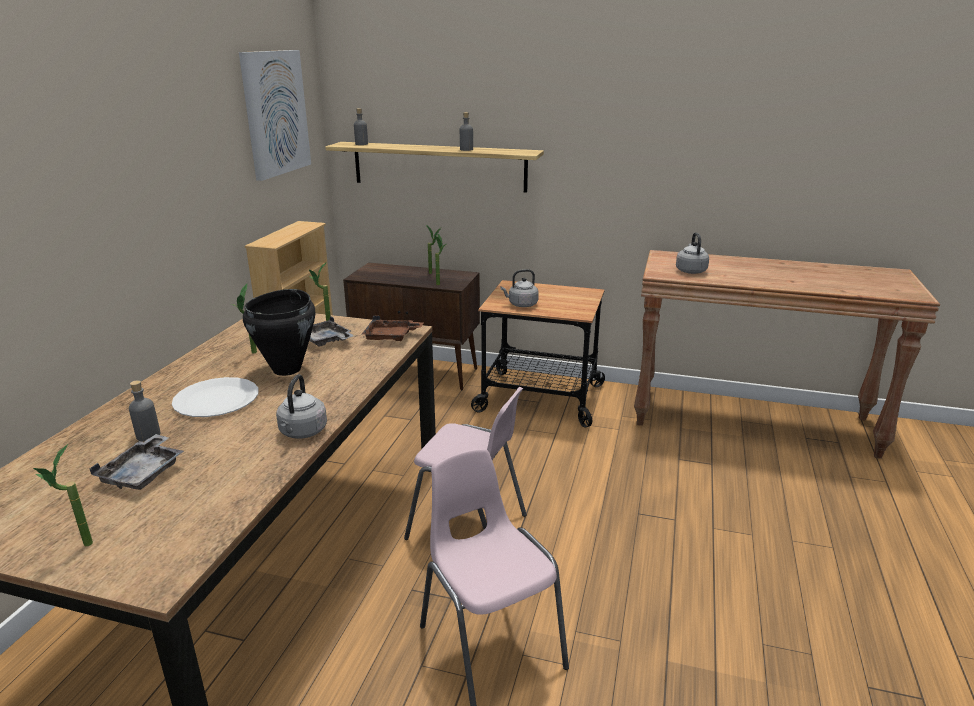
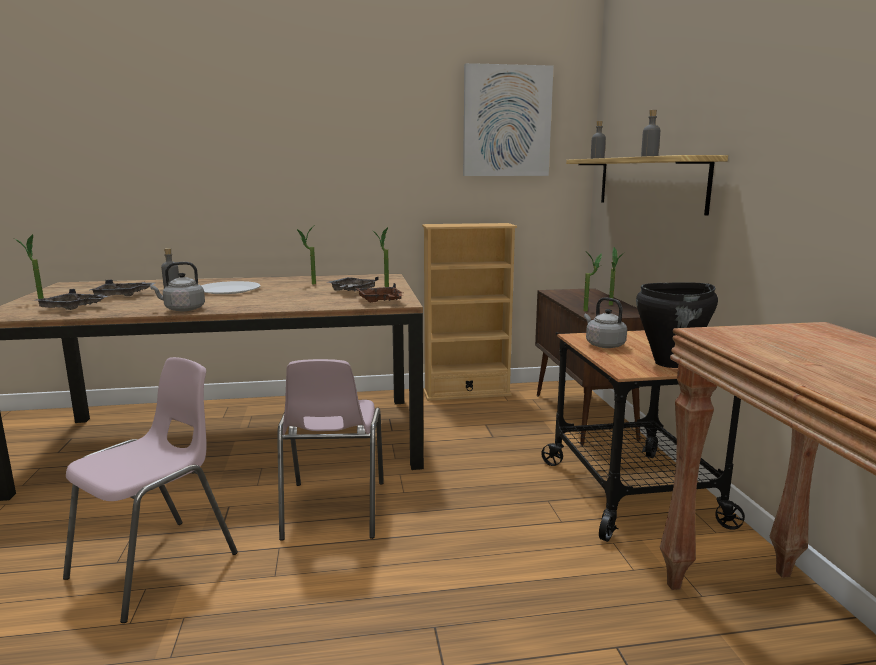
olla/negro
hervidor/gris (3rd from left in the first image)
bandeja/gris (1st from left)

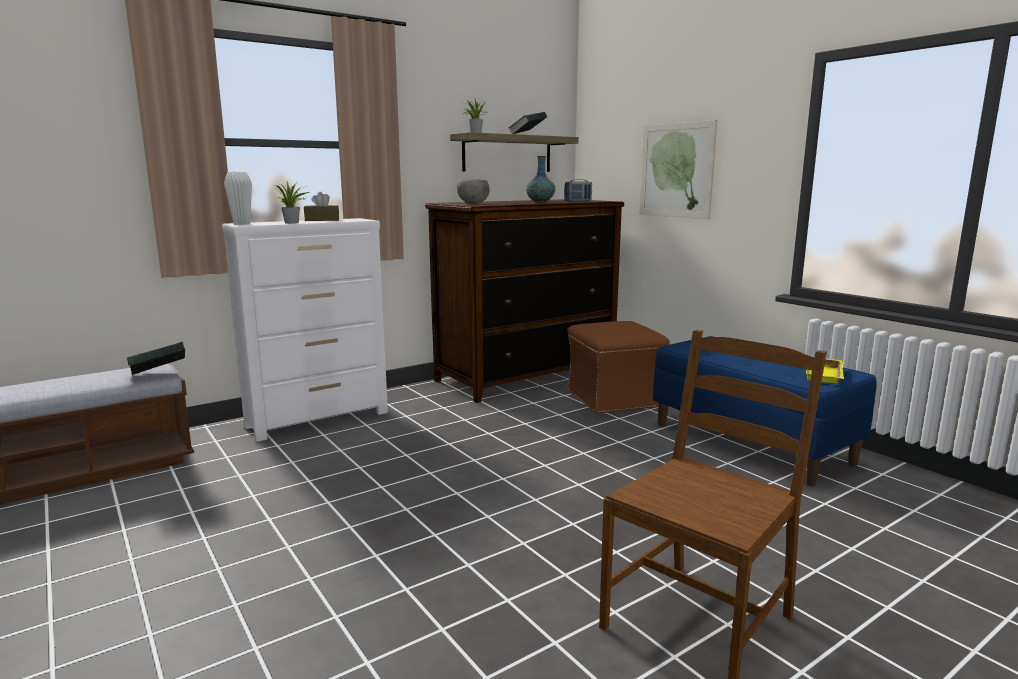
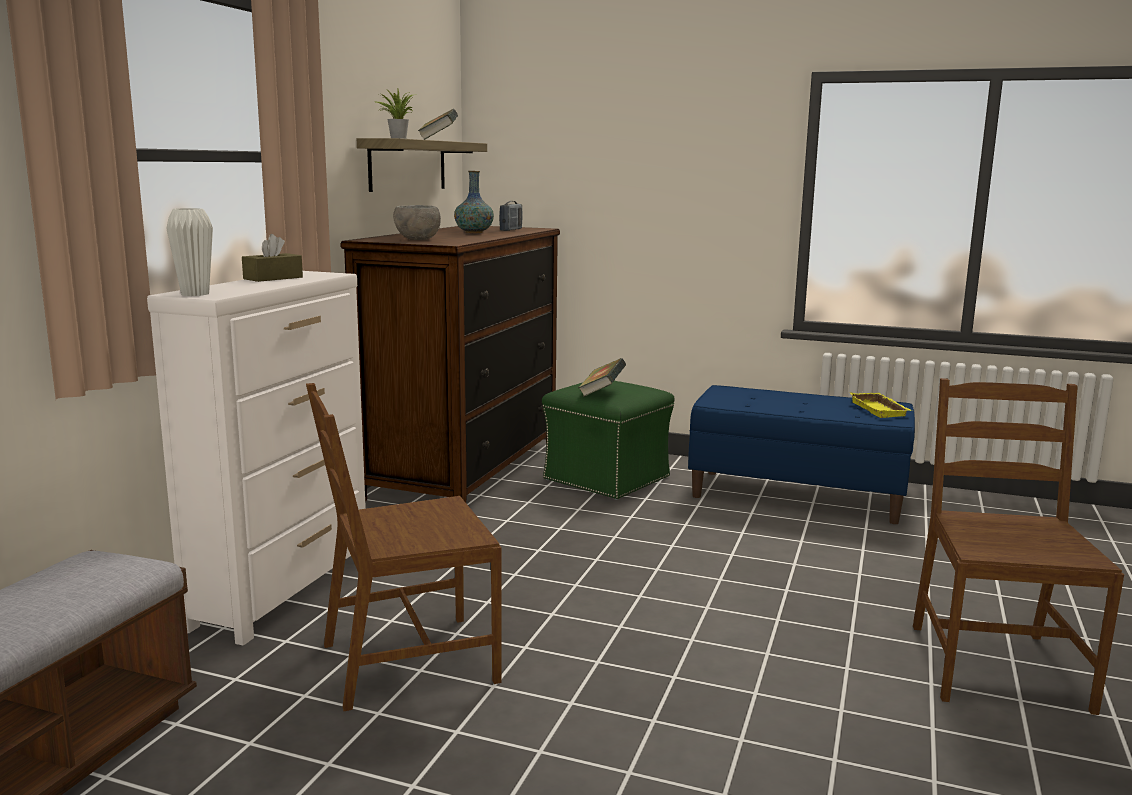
libro (2nd from left)
planta en maceta (1st from left in the first image)
puf/verde
cuadro
silla/marrón (1st from left)

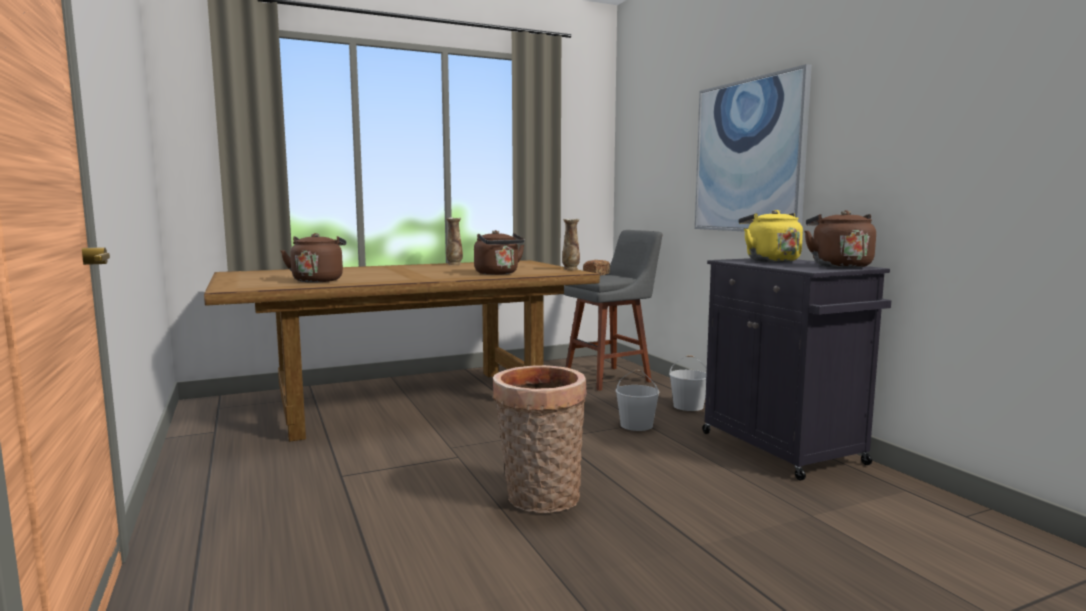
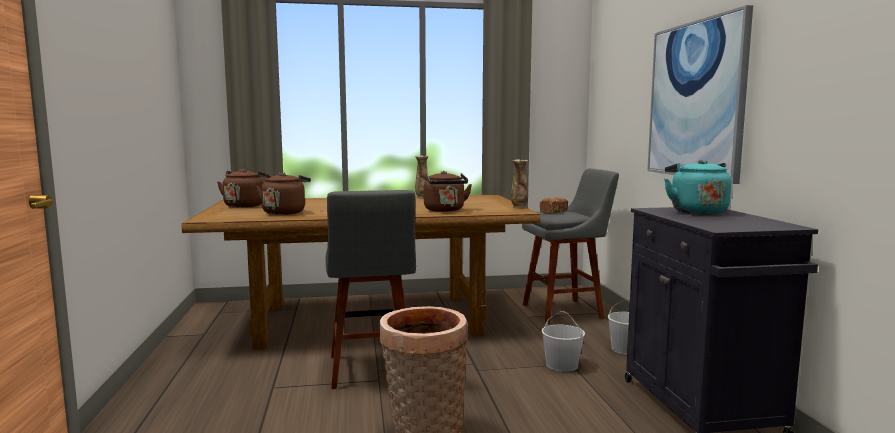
hervidor/turquesa
hervidor/marrón (1st from left)
taburete/gris (1st from left)

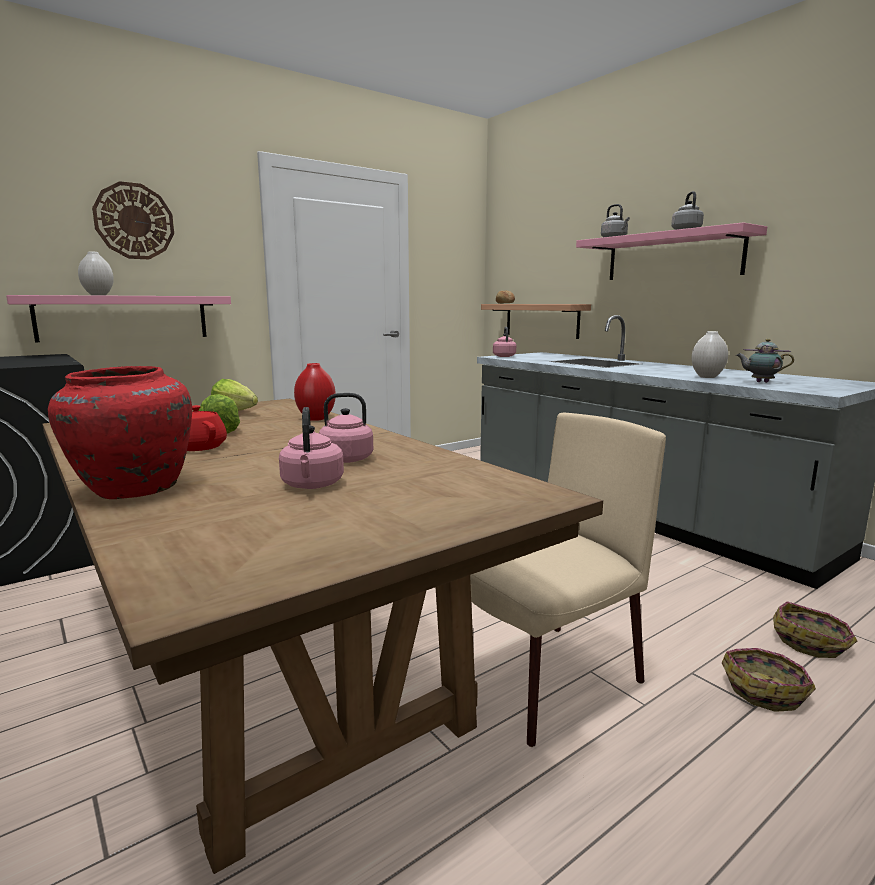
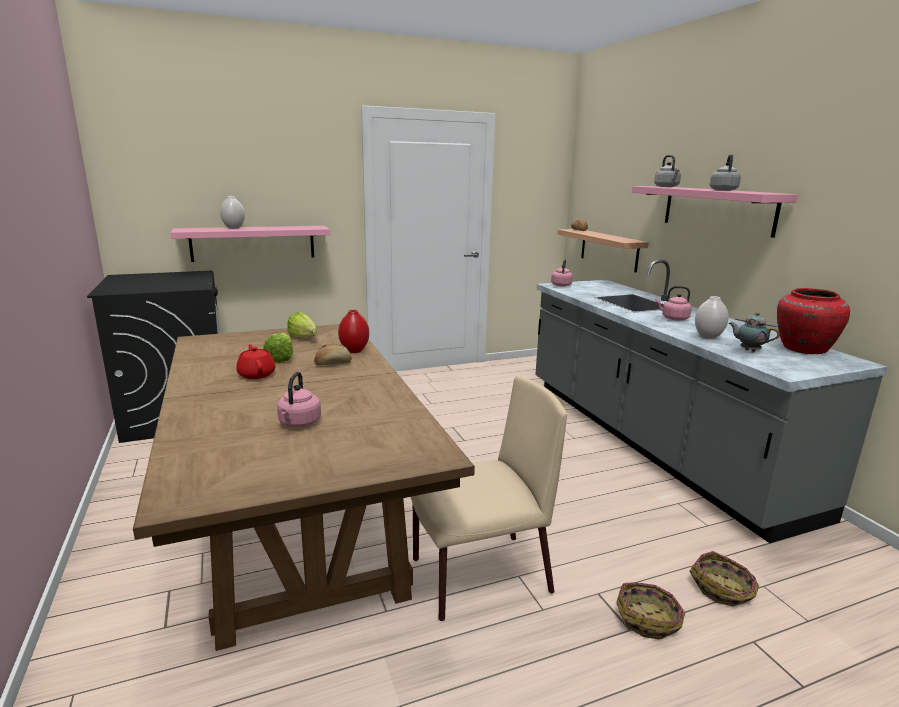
florero/rojo (2nd from left)
reloj de pared
hervidor/rosa (3rd from left)
pan (1st from left)

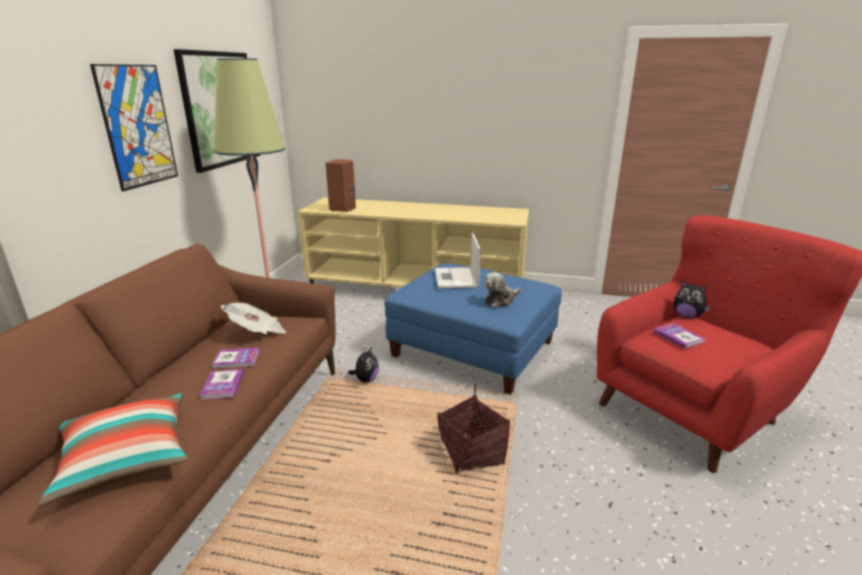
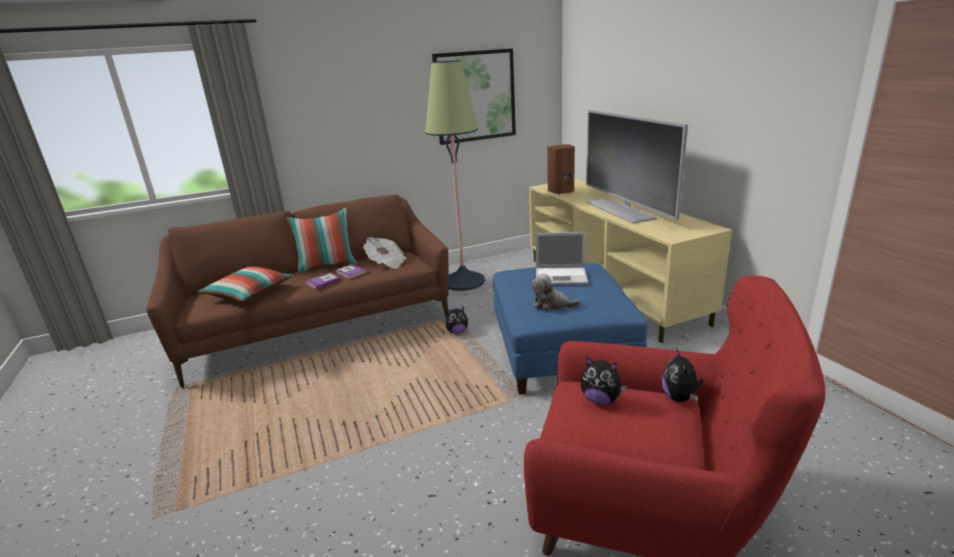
cuadro (1st from left in the first image)
portátil
cesta
peluche (3rd from left)
cojín (2nd from left)
televisor

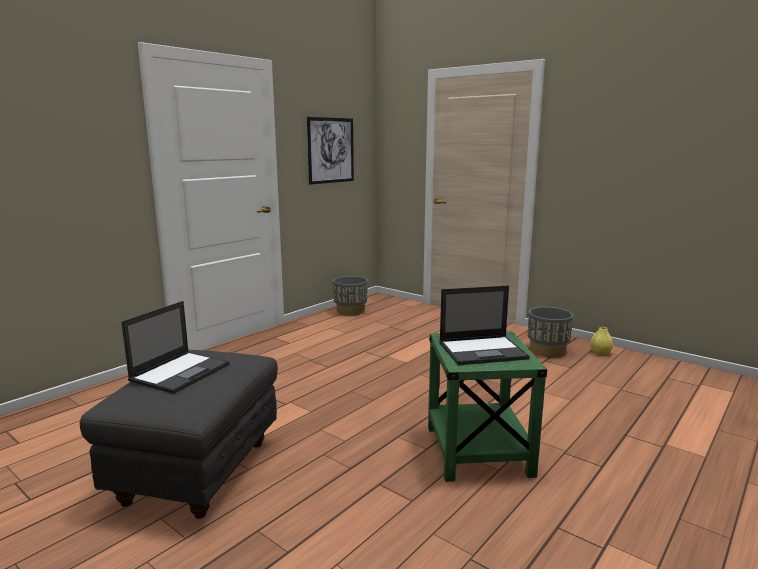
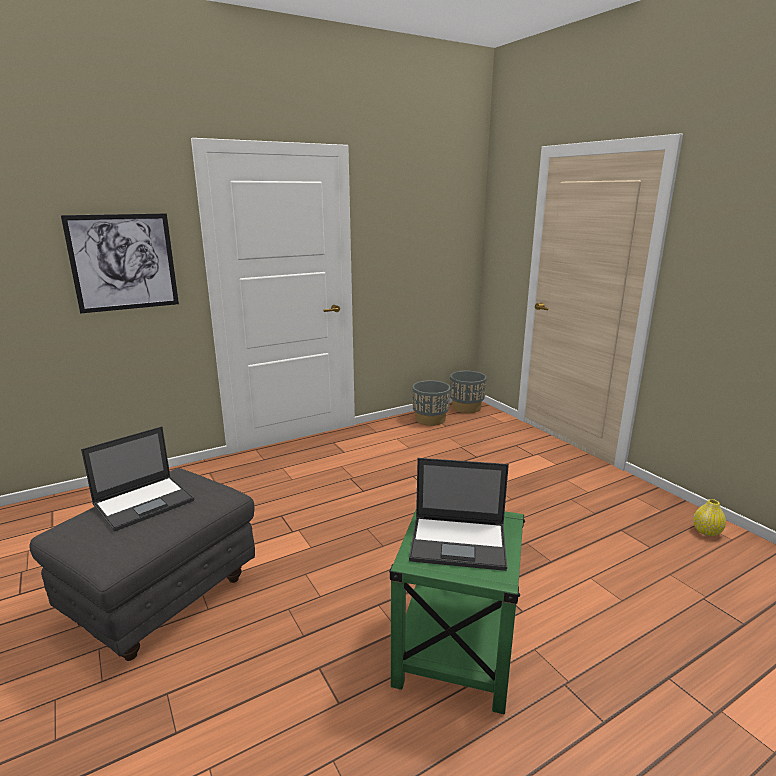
cuadro
maceta/gris (2nd from left)

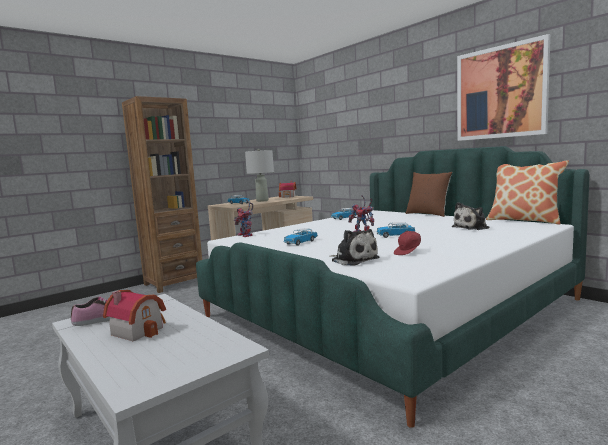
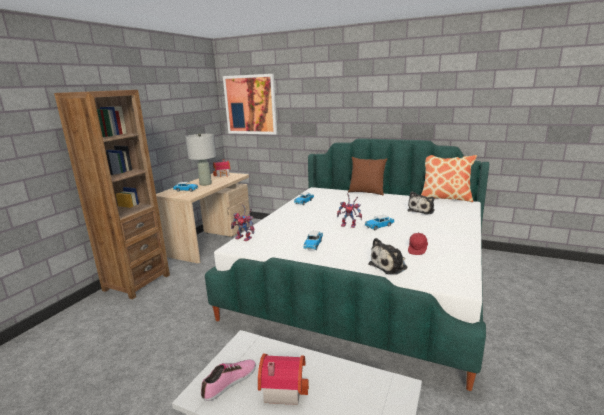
peluche (1st from left)
cuadro

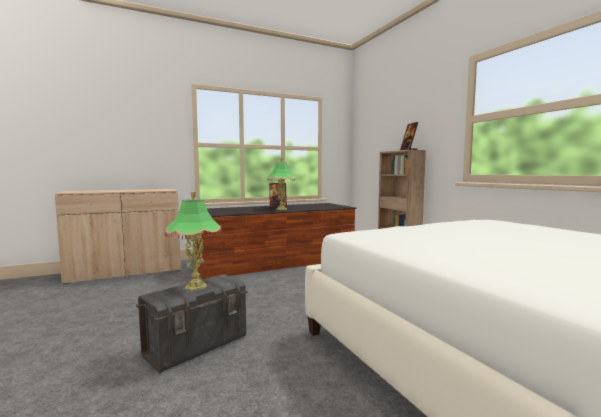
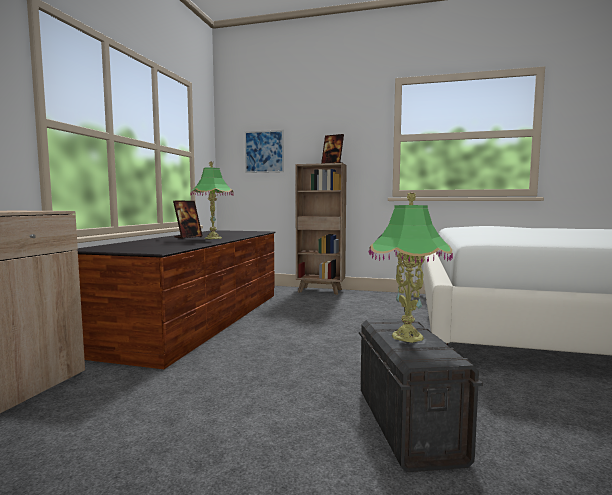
cuadro

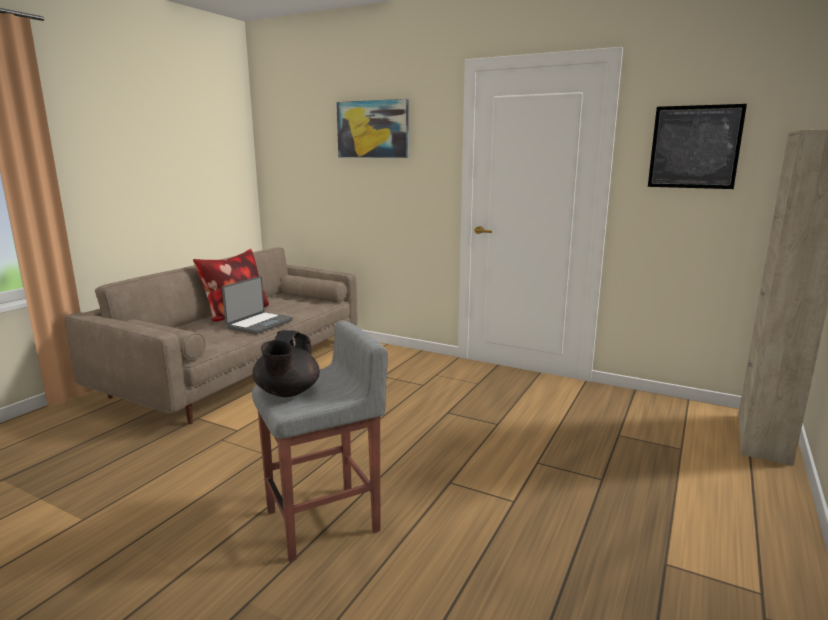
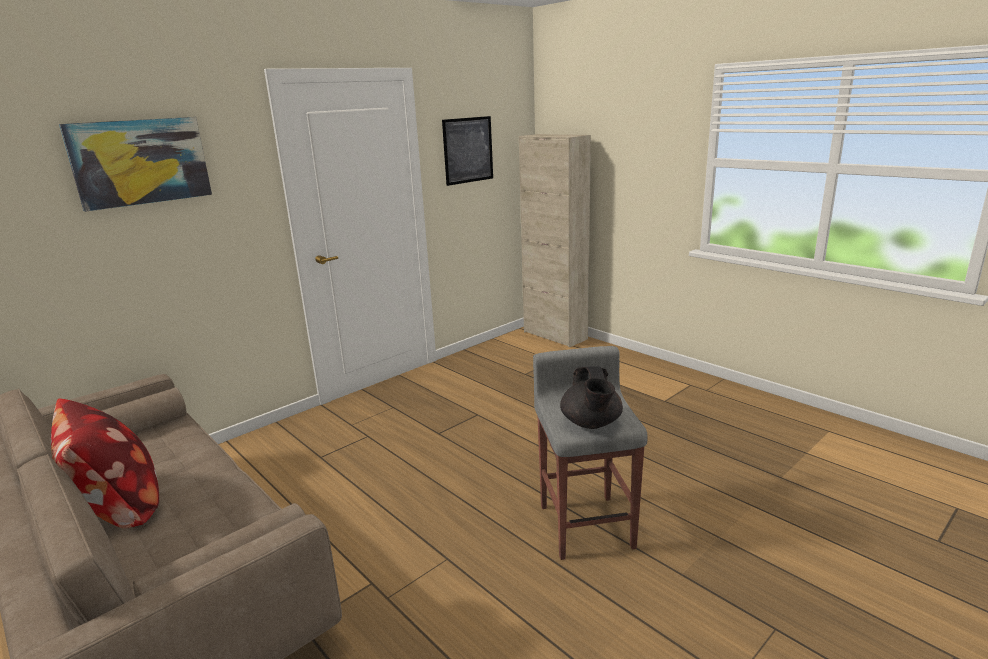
portátil
tetera/negro

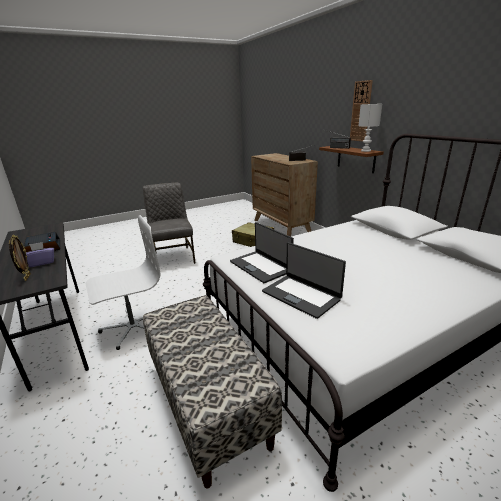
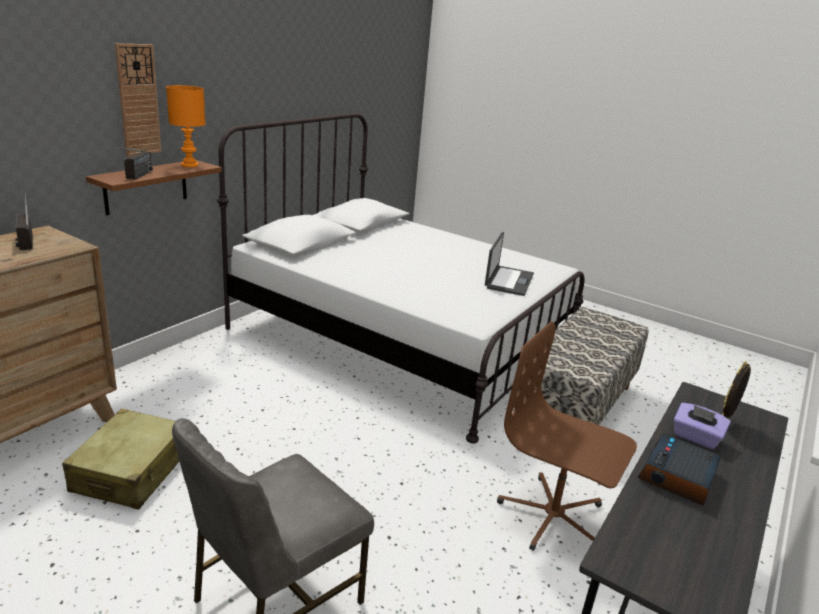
silla de oficina/marrón
portátil (1st from left in the first image)
lámpara de mesa/naranja

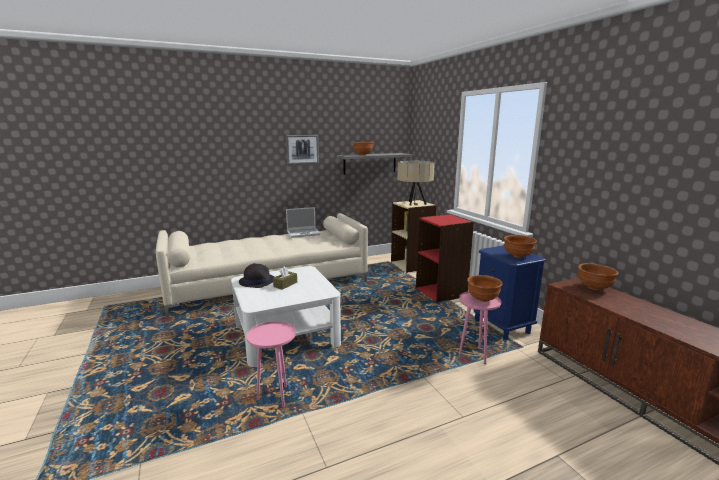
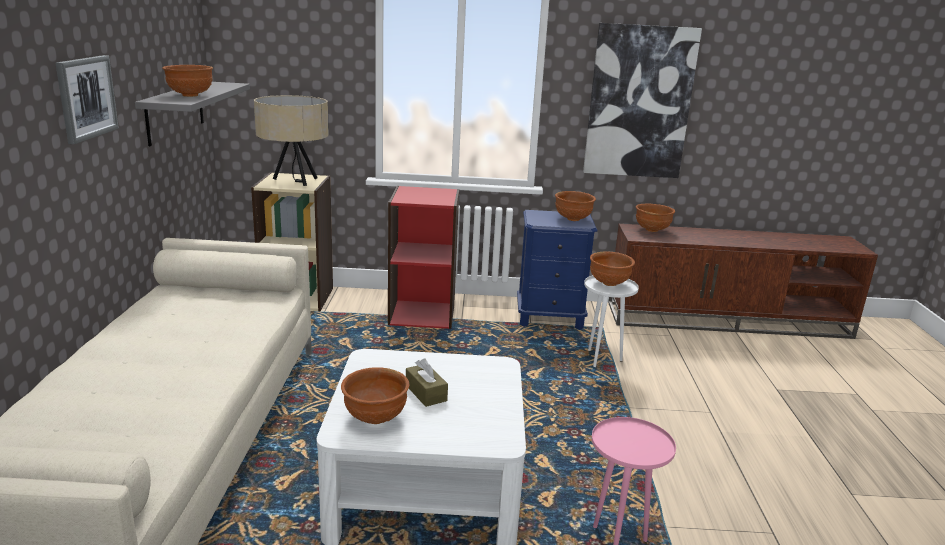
cuenco/marrón (2nd from left)
portátil
mesa auxiliar/blanco
cuadro (2nd from left)

